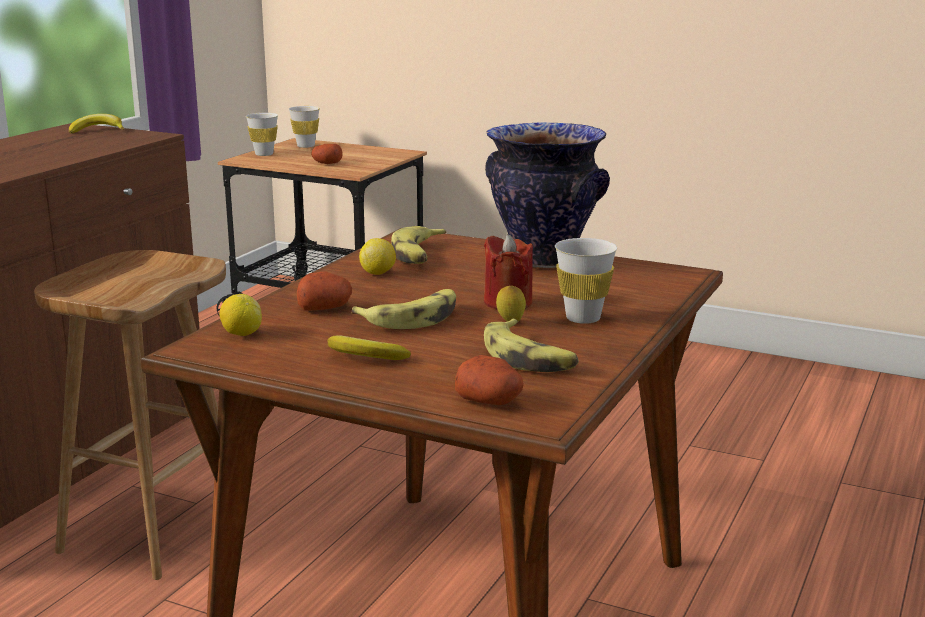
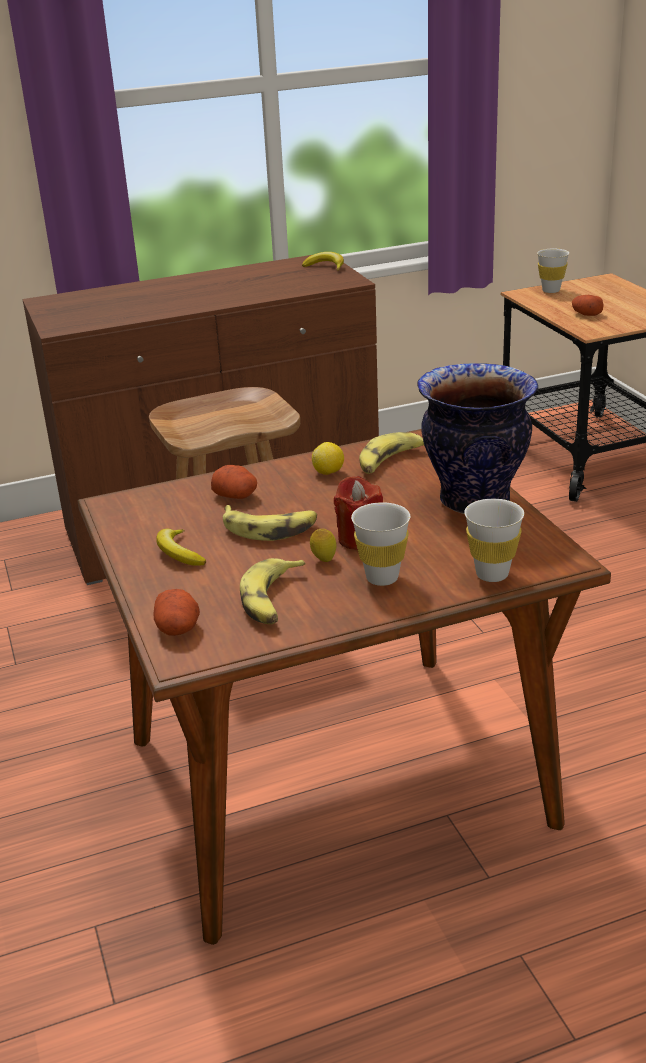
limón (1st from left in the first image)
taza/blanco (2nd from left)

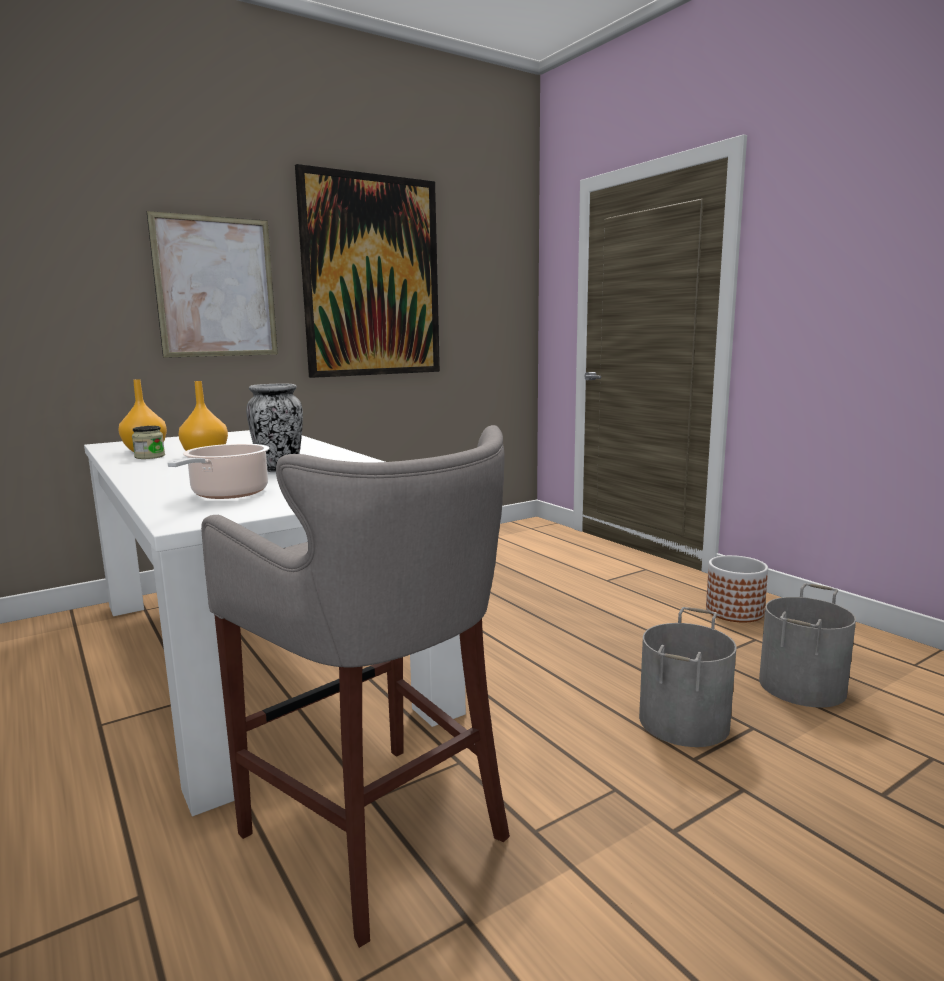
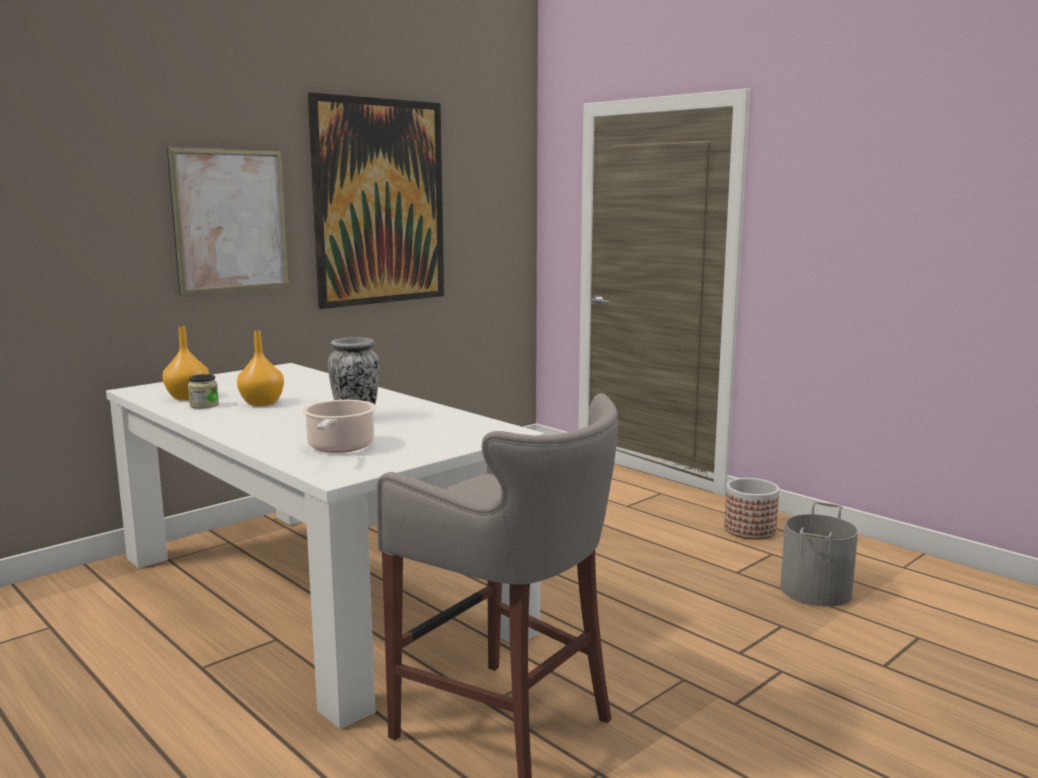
cubo/gris (1st from left in the first image)

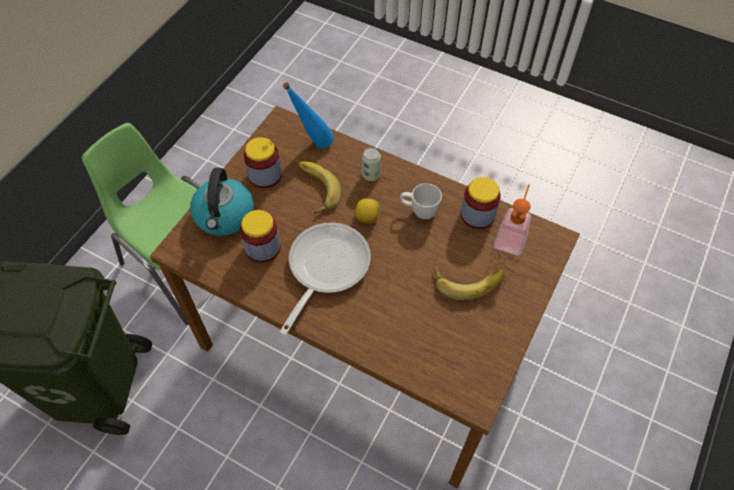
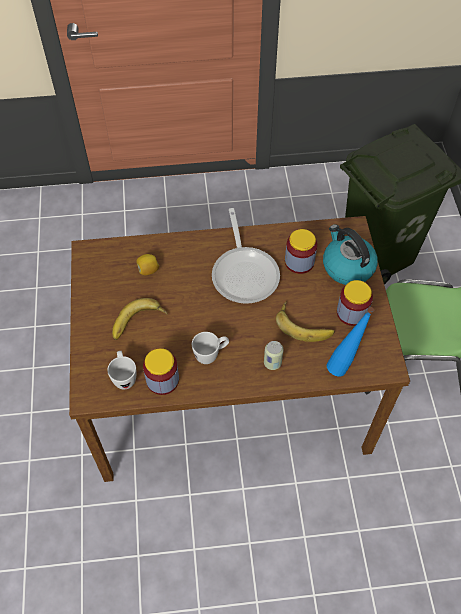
limón
taza grande/blanco (1st from left)

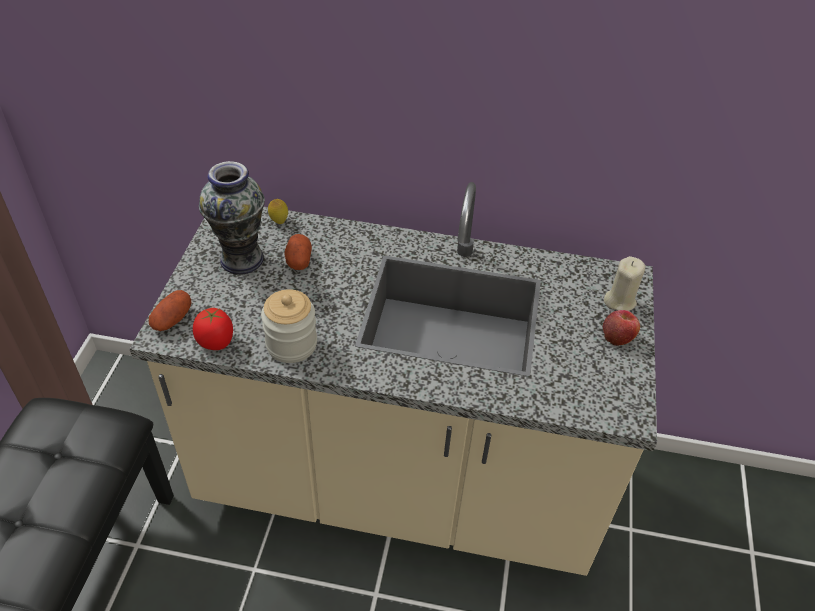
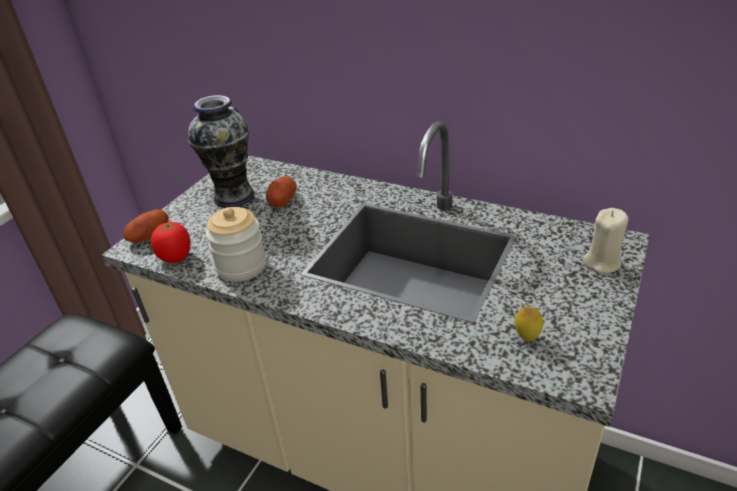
limón
manzana

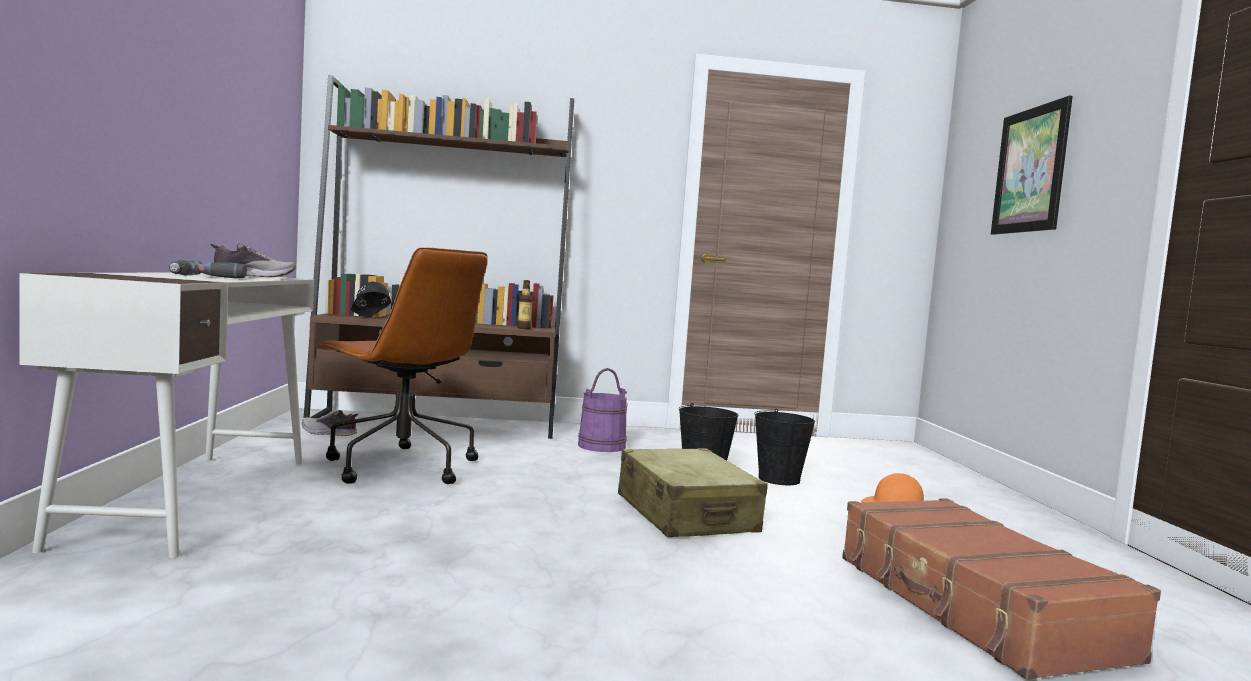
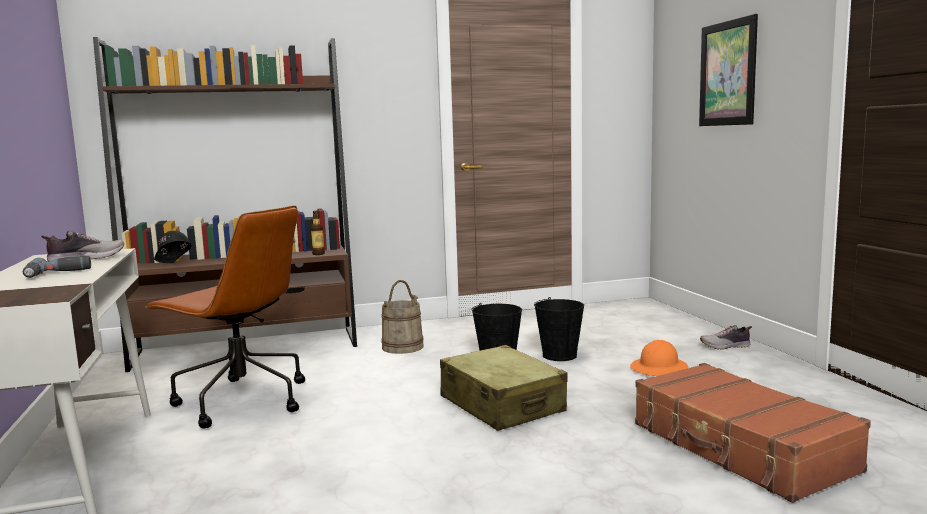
zapato (2nd from left)
cubo/beis

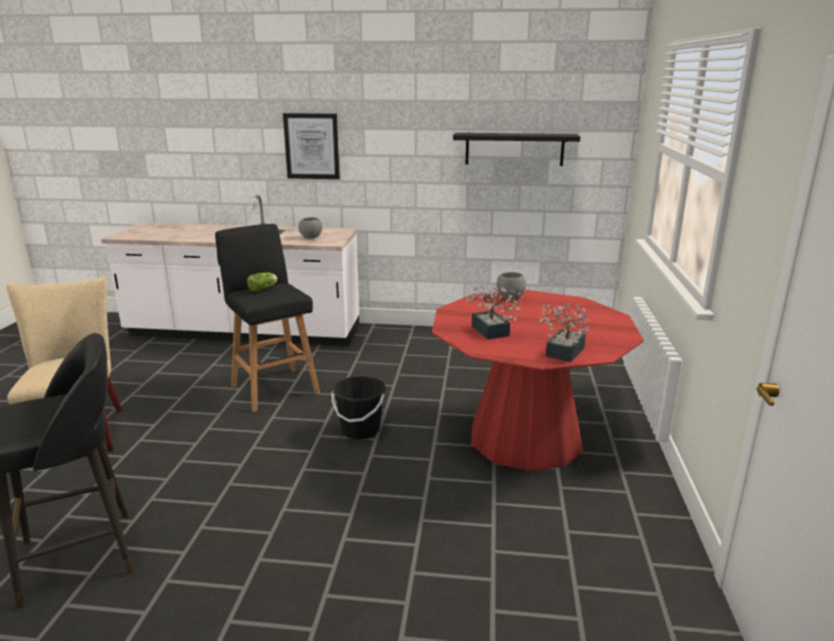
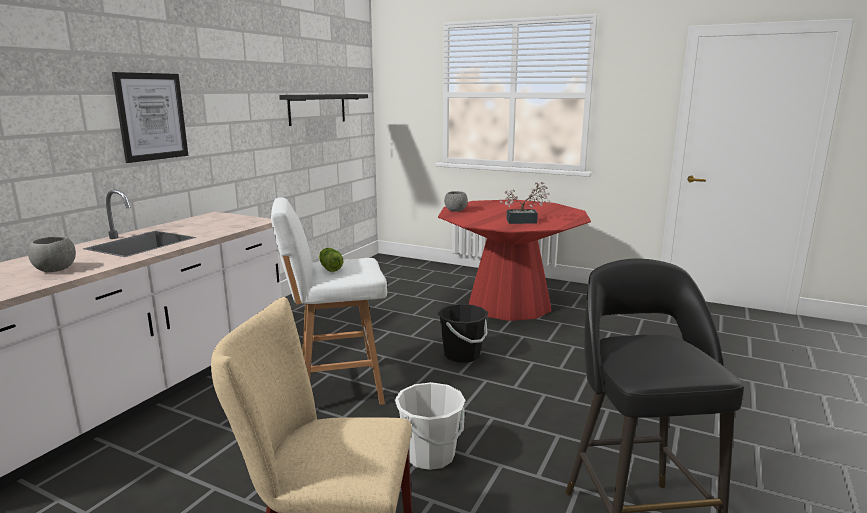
taburete/blanco
cuenco/gris (1st from left)
planta en maceta (2nd from left in the first image)
cubo/blanco

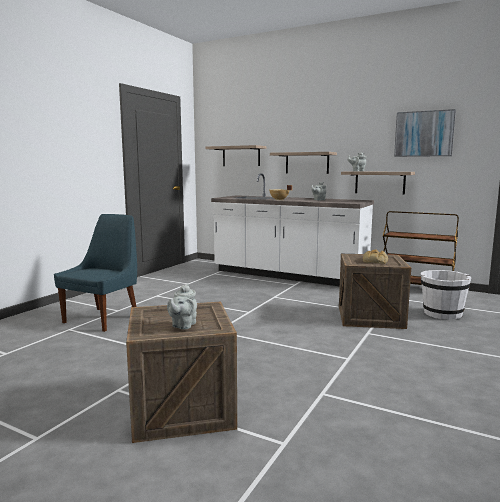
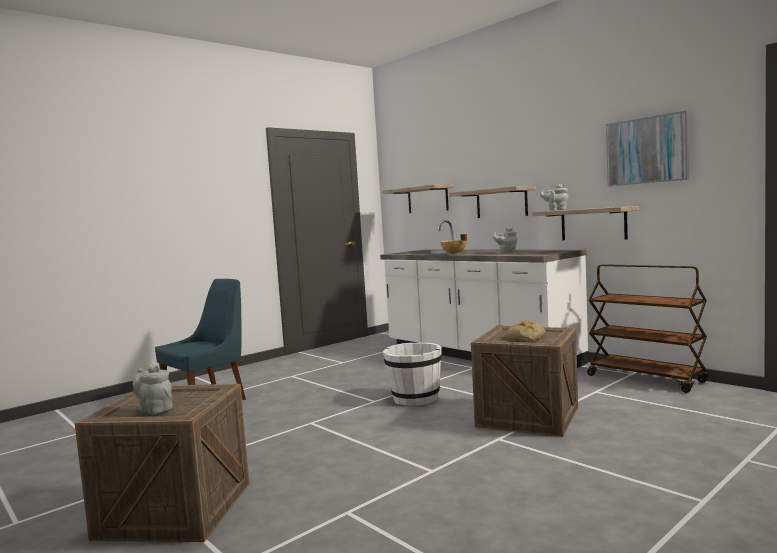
tetera/gris (1st from left)
cubo/blanco

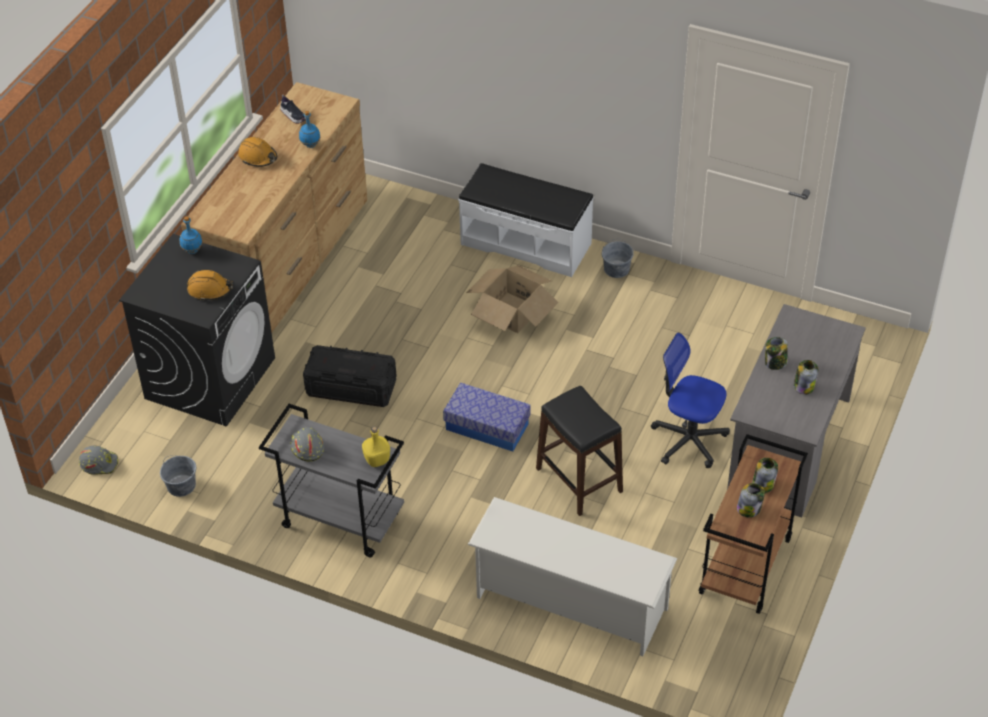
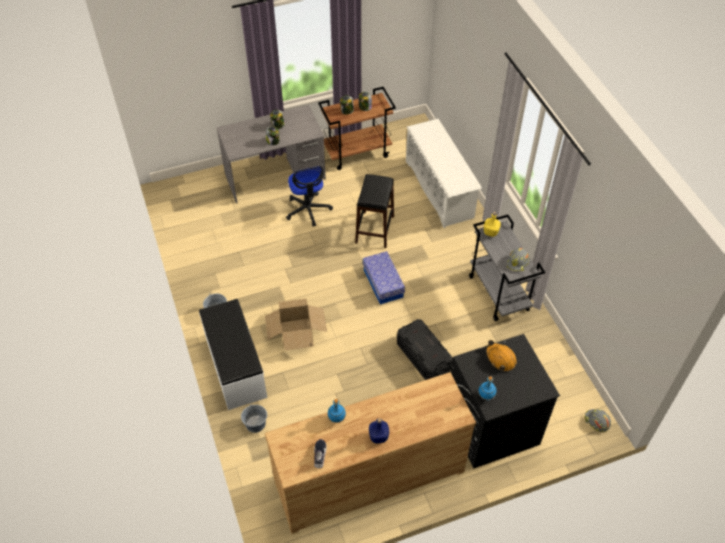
cubo/gris (2nd from left)
botella/azul (2nd from left)

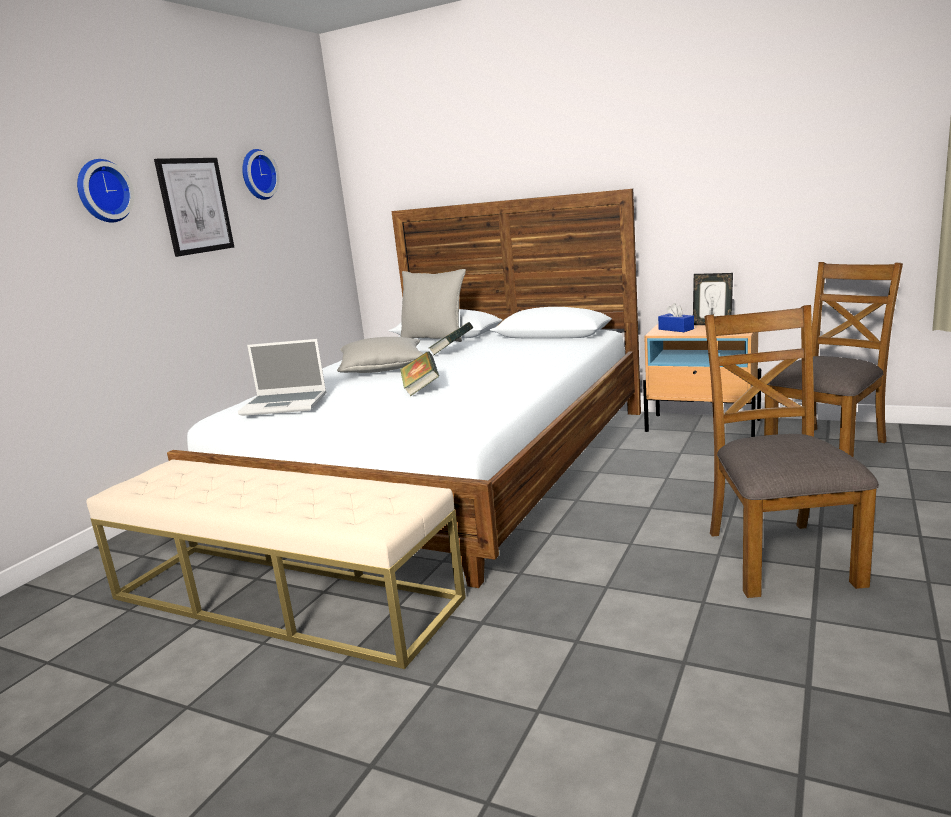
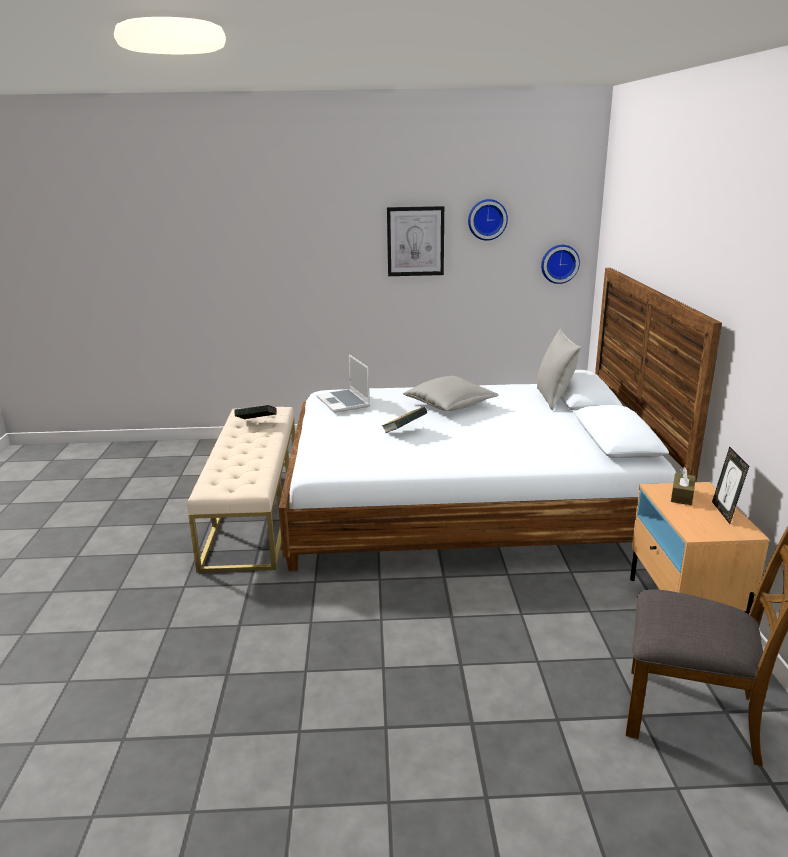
reloj de pared (2nd from left)
libro (1st from left)
caja de pañuelos/marrón
silla/marrón (1st from left in the first image)

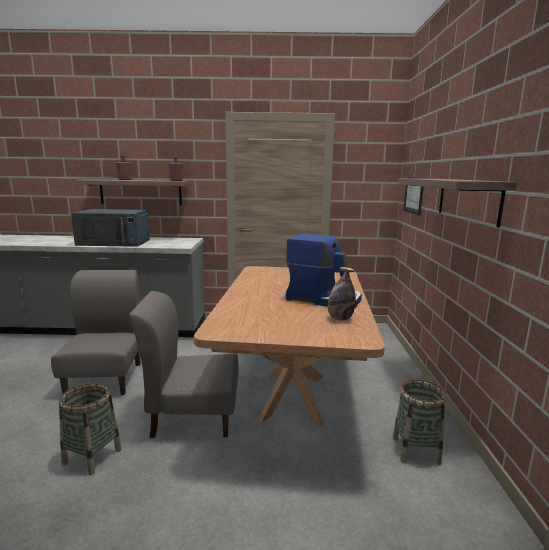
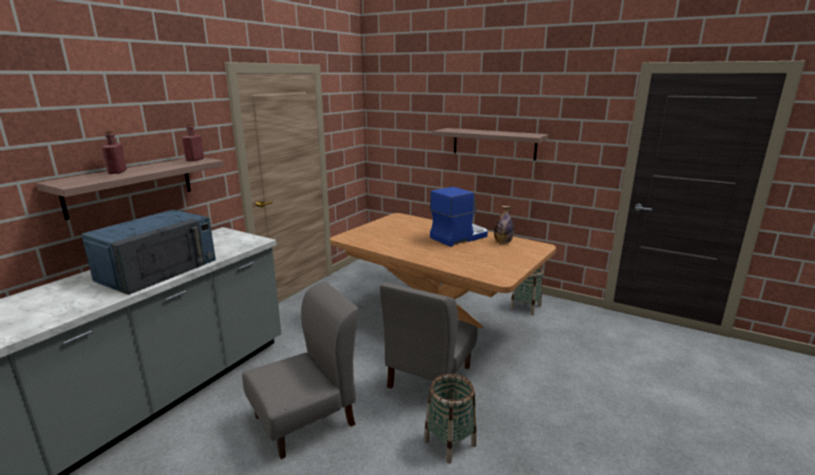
silla/gris (1st from left)
cuadro

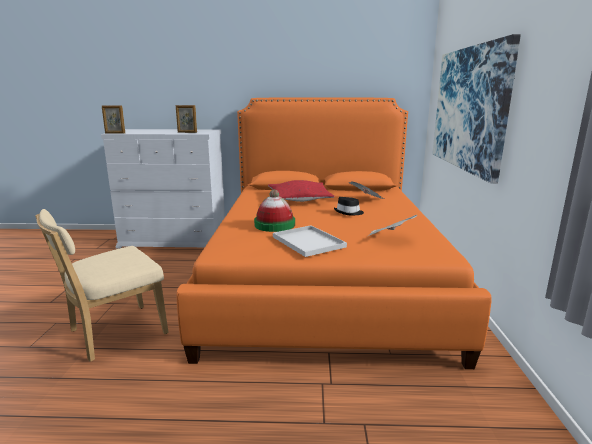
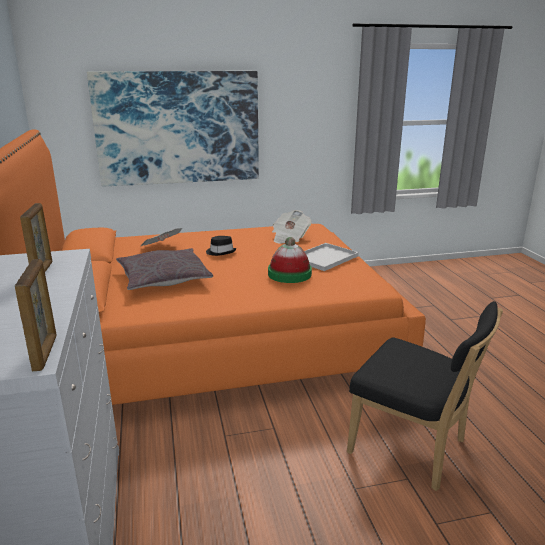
silla/negro
cojín/gris

